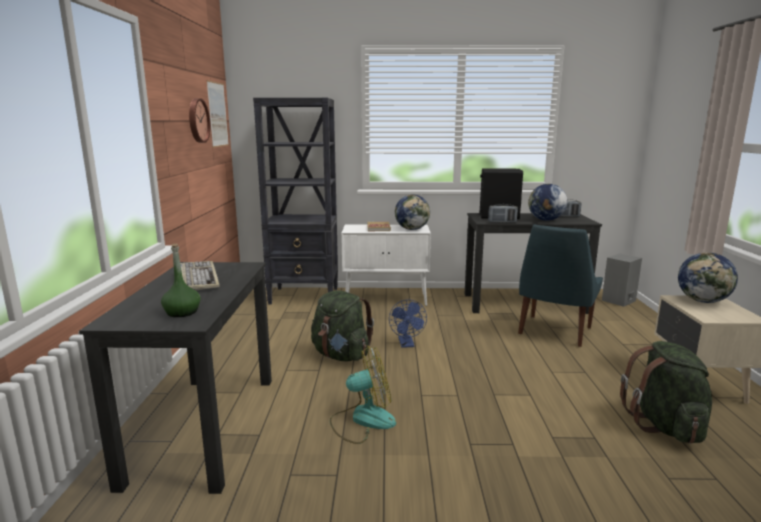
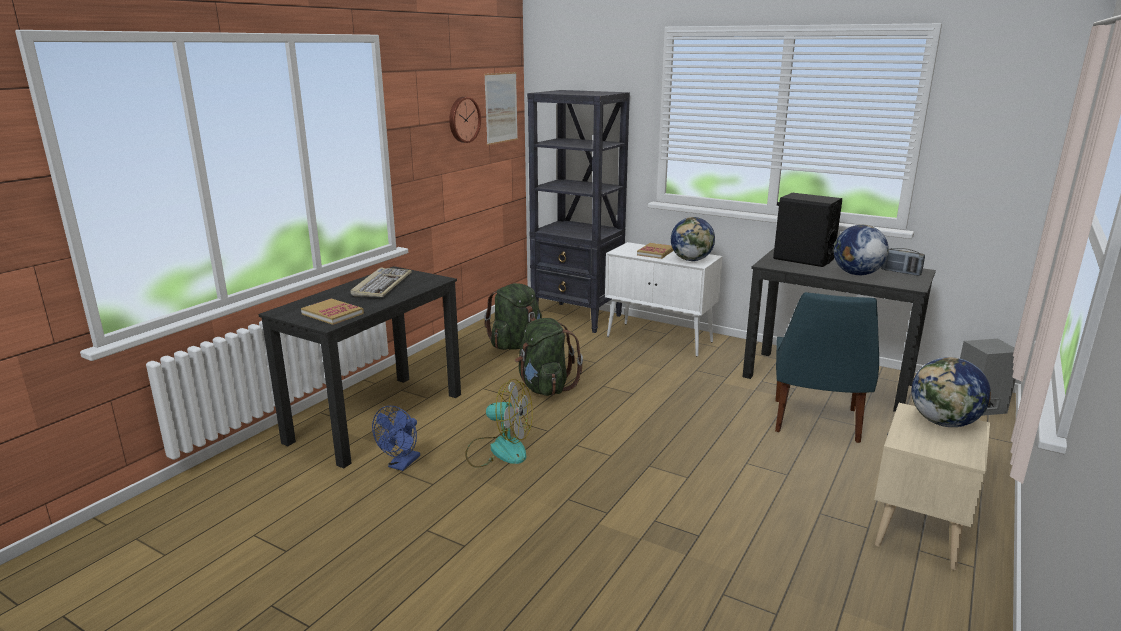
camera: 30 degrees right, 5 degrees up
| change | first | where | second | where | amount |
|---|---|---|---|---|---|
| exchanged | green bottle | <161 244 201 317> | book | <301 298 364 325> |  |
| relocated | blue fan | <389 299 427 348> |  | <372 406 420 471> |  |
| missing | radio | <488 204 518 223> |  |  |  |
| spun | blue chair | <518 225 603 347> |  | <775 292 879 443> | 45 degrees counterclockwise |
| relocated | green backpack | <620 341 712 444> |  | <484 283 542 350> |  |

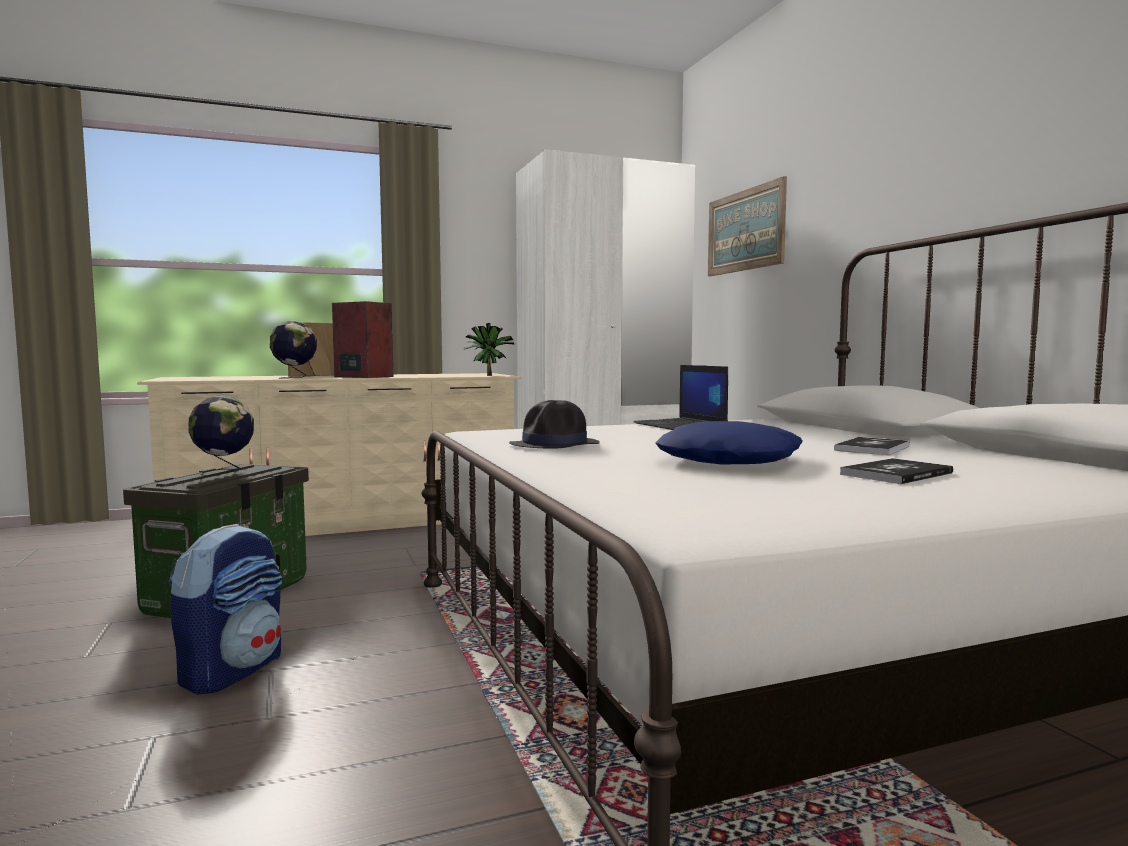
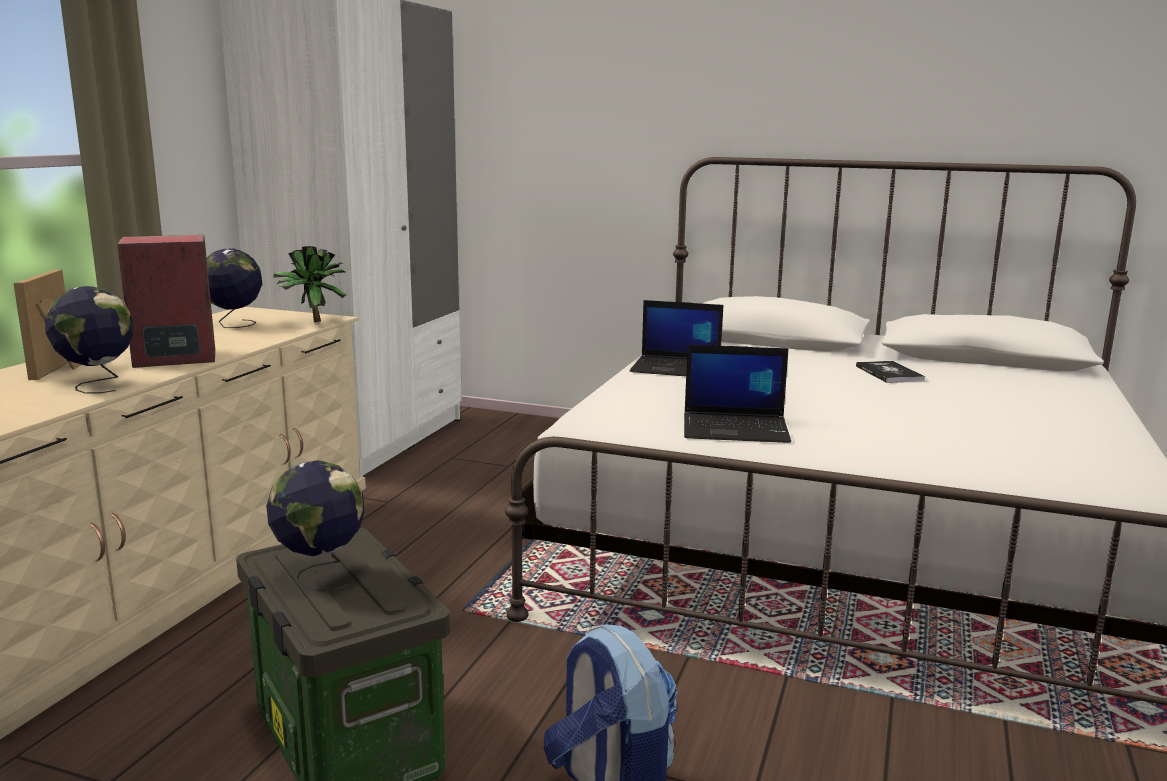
camera: 50 degrees left, 10 degrees up
| change | first | where | second | where | amount |
|---|---|---|---|---|---|
| exchanged | black hat | <509 400 600 449> | laptop | <684 345 791 443> |  |
| missing | blue pillow | <655 421 803 464> |  |  |  |
| missing | picture | <708 176 787 276> |  |  |  |
| missing | book | <840 458 953 484> |  |  |  |
| appeared |  |  | globe | <206 249 262 328> |  |

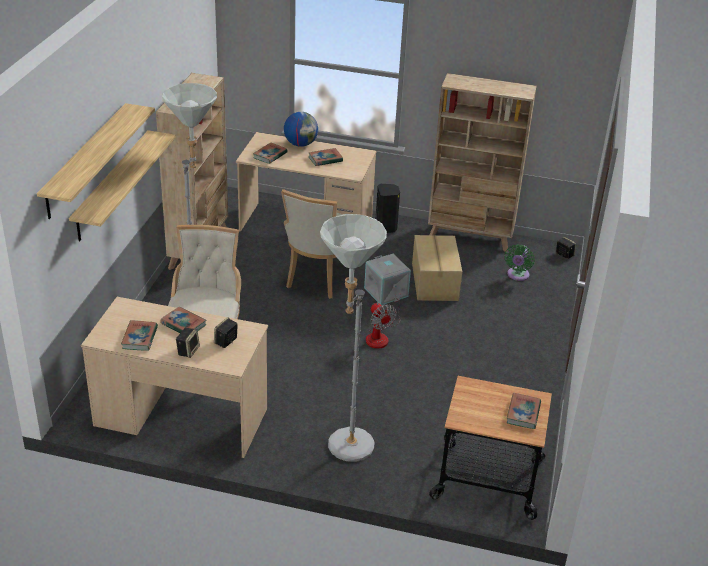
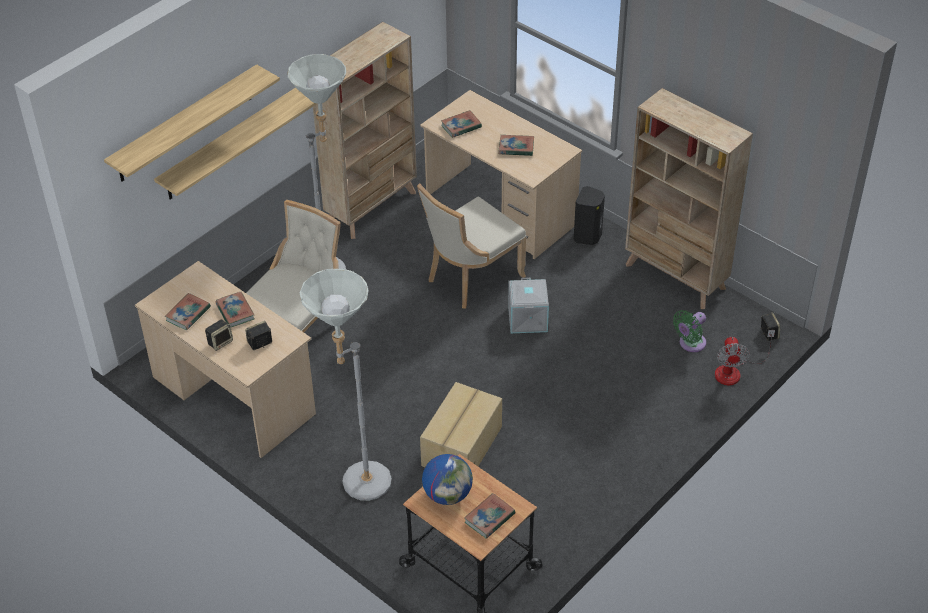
camera: 30 degrees right, 10 degrees up
| change | first | where | second | where | amount |
|---|---|---|---|---|---|
| relocated | globe | <284 112 318 147> |  | <422 454 473 505> |  |
| relocated | fan | <366 294 400 349> |  | <715 330 775 385> |  |
| relocated | cardboard box | <412 235 462 301> |  | <420 382 502 467> |  |

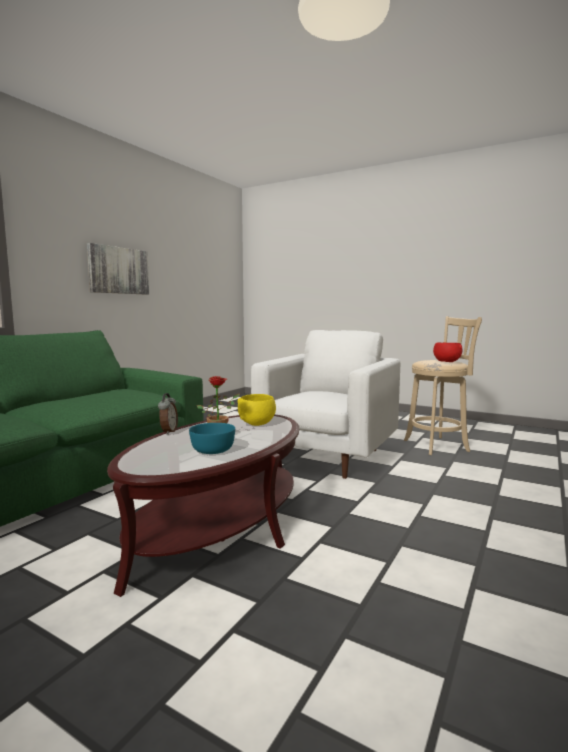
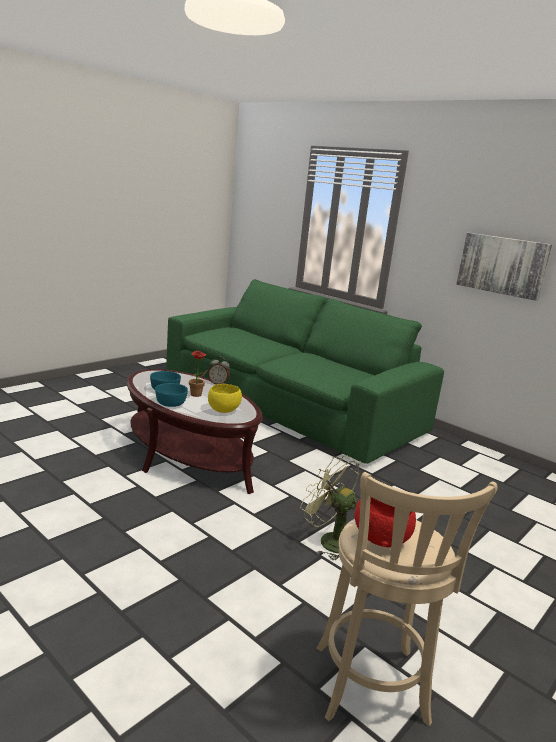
camera: 100 degrees right, 10 degrees up
| change | first | where | second | where | amount |
|---|---|---|---|---|---|
| exchanged | white armchair | <251 330 400 479> | green fan | <300 456 359 560> |  |
| appeared |  |  | turquoise bowl | <155 383 188 407> |  |

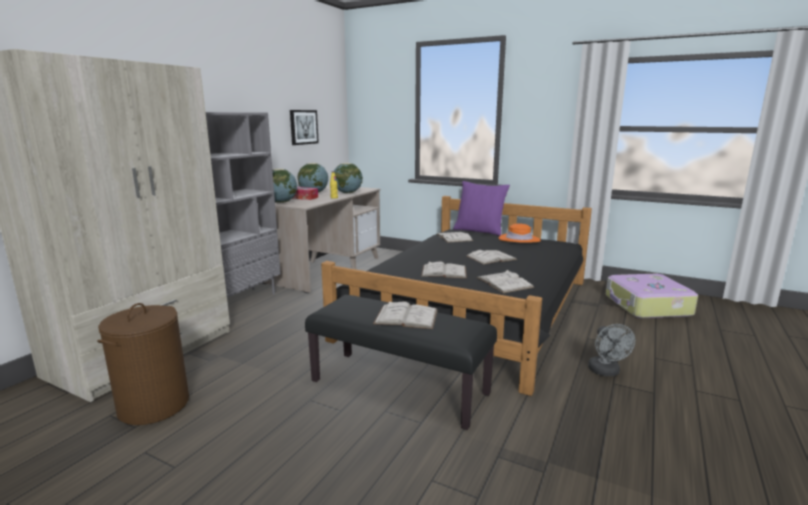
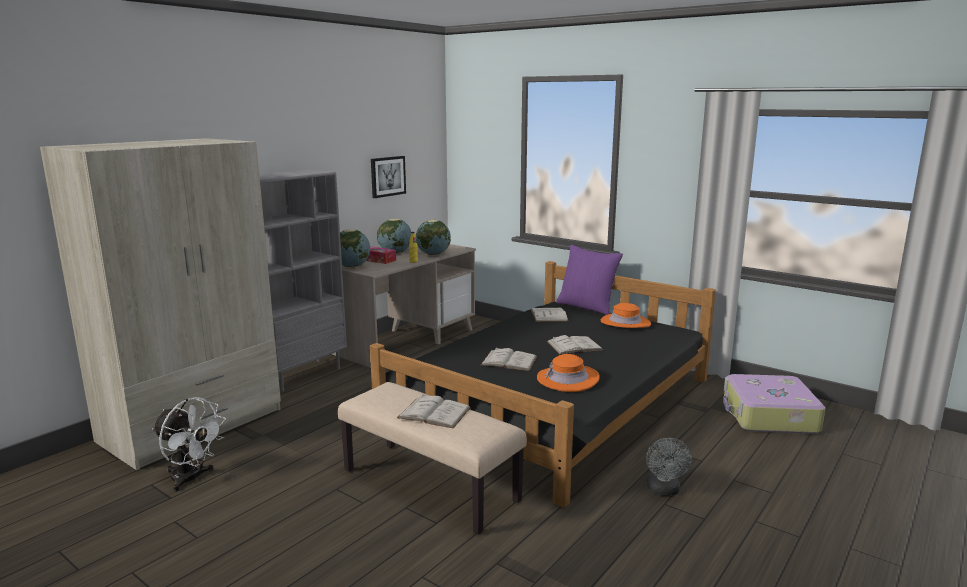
camera: 10 degrees right, 0 degrees up
| change | first | where | second | where | amount |
|---|---|---|---|---|---|
| exchanged | brown laundry basket | <97 303 189 425> | white fan | <152 397 226 492> |  |
| colour | black bench | <305 295 497 430> | beige bench | <338 382 527 535> |  |
| exchanged | white book | <476 270 534 293> | orange hat | <537 354 600 392> |  |

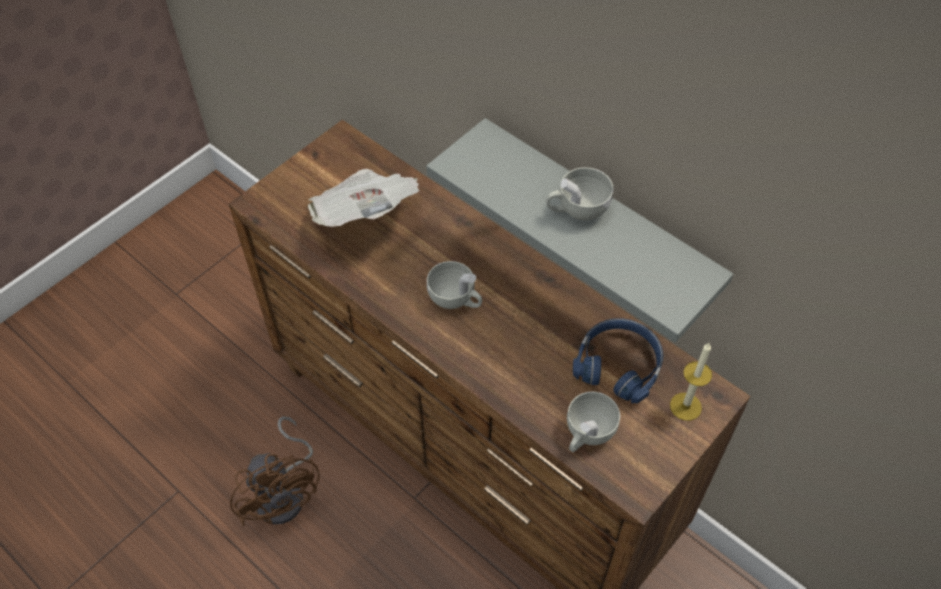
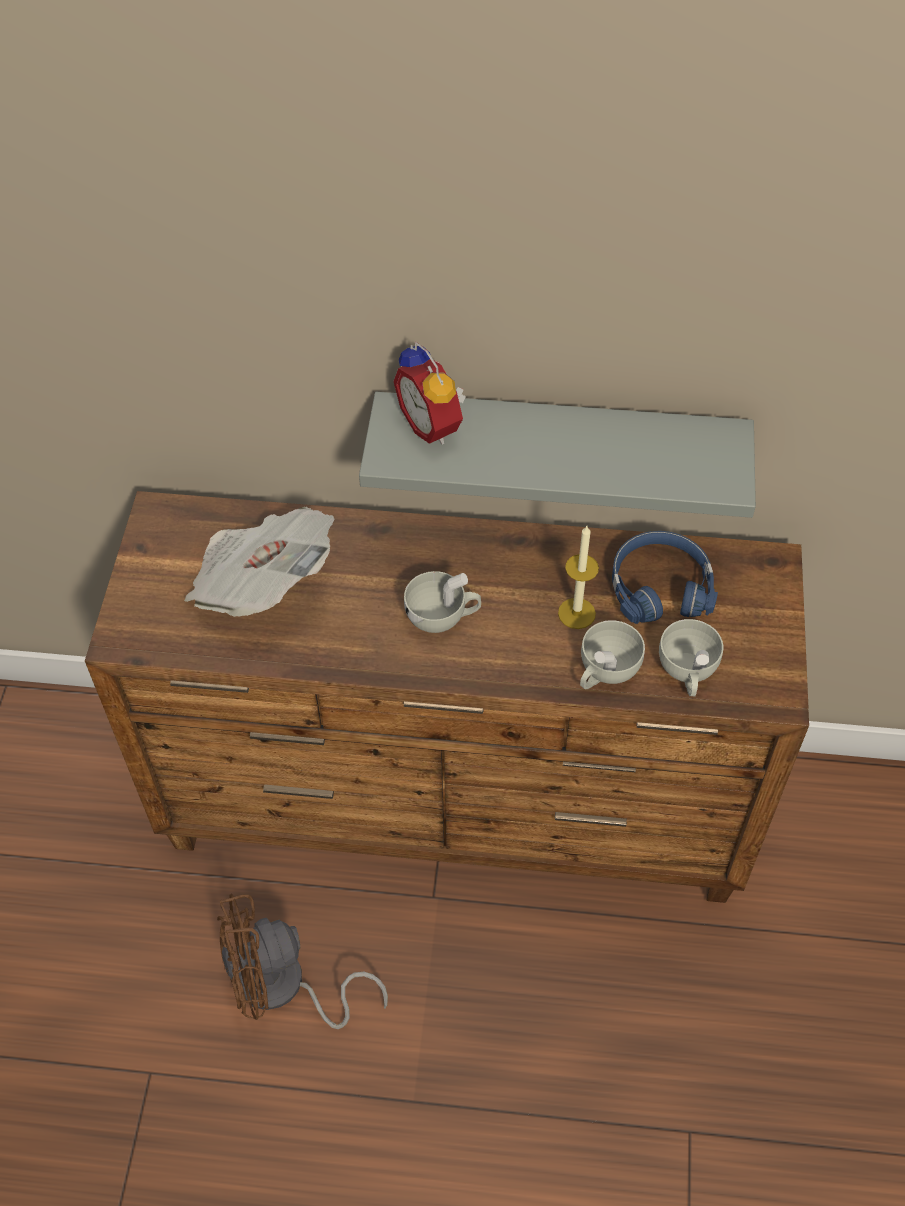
camera: 35 degrees left, 0 degrees up
| change | first | where | second | where | amount |
|---|---|---|---|---|---|
| spun | brown fan | <230 417 320 526> |  | <217 893 388 1029> | 135 degrees clockwise |
| relocated | white cup | <546 168 613 220> |  | <580 620 645 689> |  |
| relocated | candle | <670 343 712 421> |  | <558 526 599 629> |  |
| appeared |  |  | alarm clock | <393 342 466 445> |  |

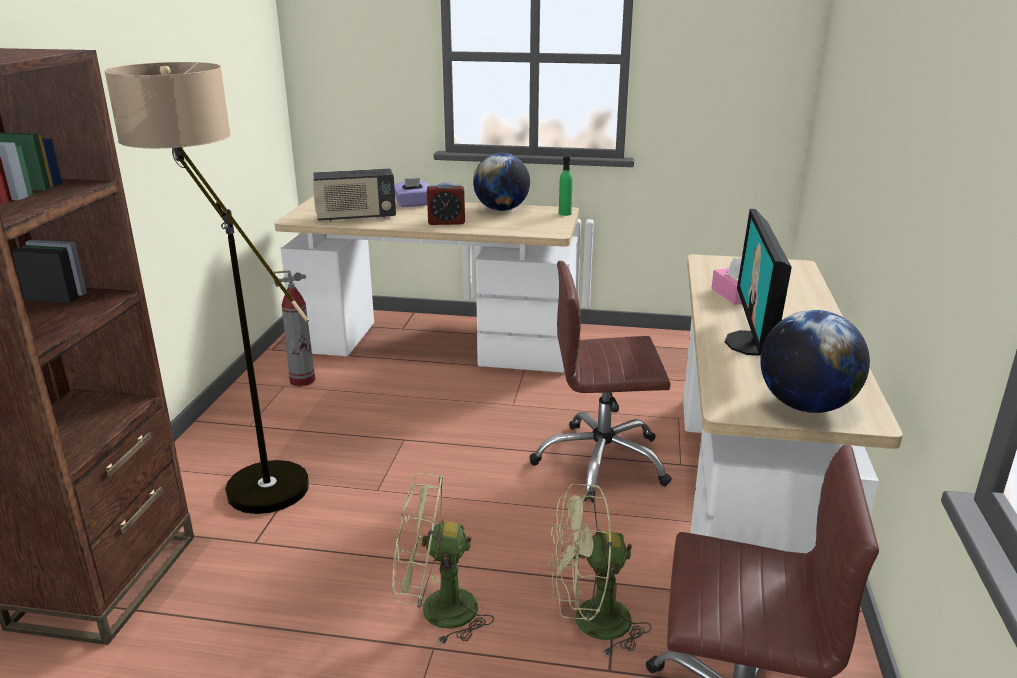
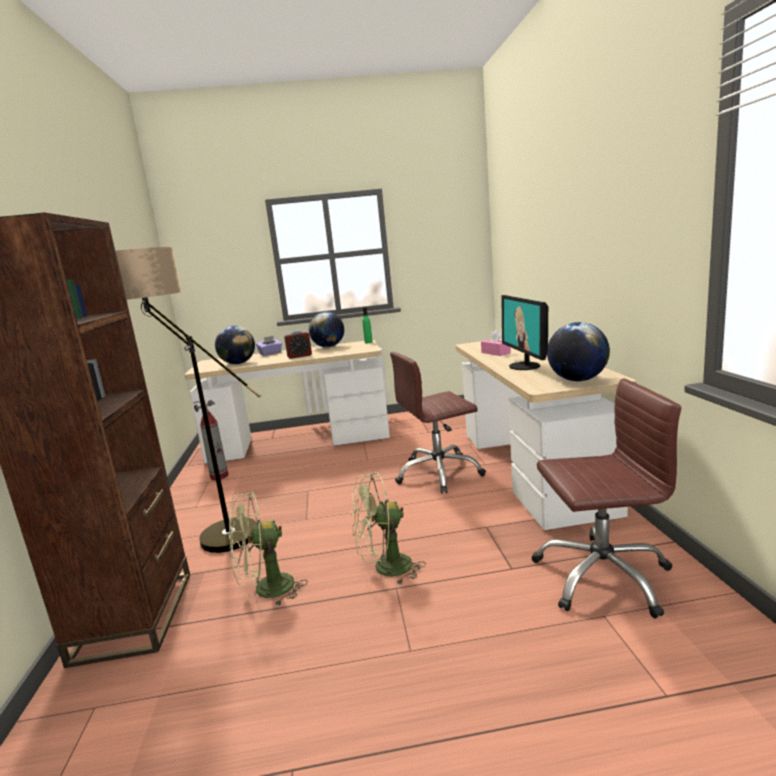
camera: 15 degrees left, 10 degrees down
| change | first | where | second | where | amount |
|---|---|---|---|---|---|
| exchanged | radio | <313 169 396 222> | globe | <215 326 255 364> |  |
| relocated | green fan | <549 484 651 658> |  | <229 492 308 607> |  |

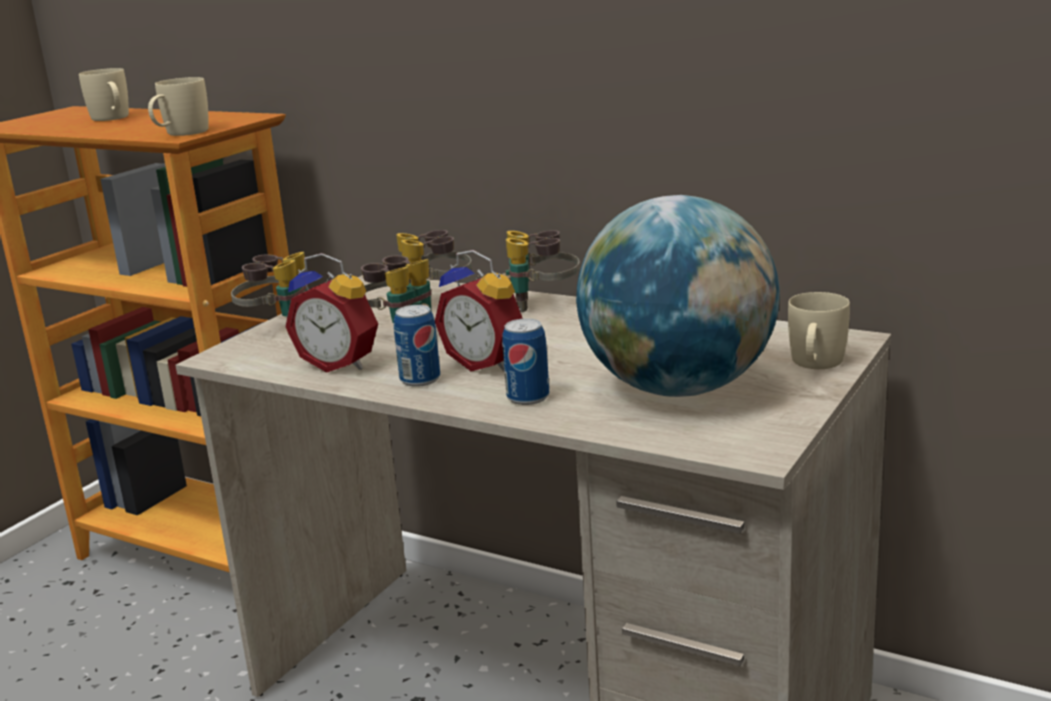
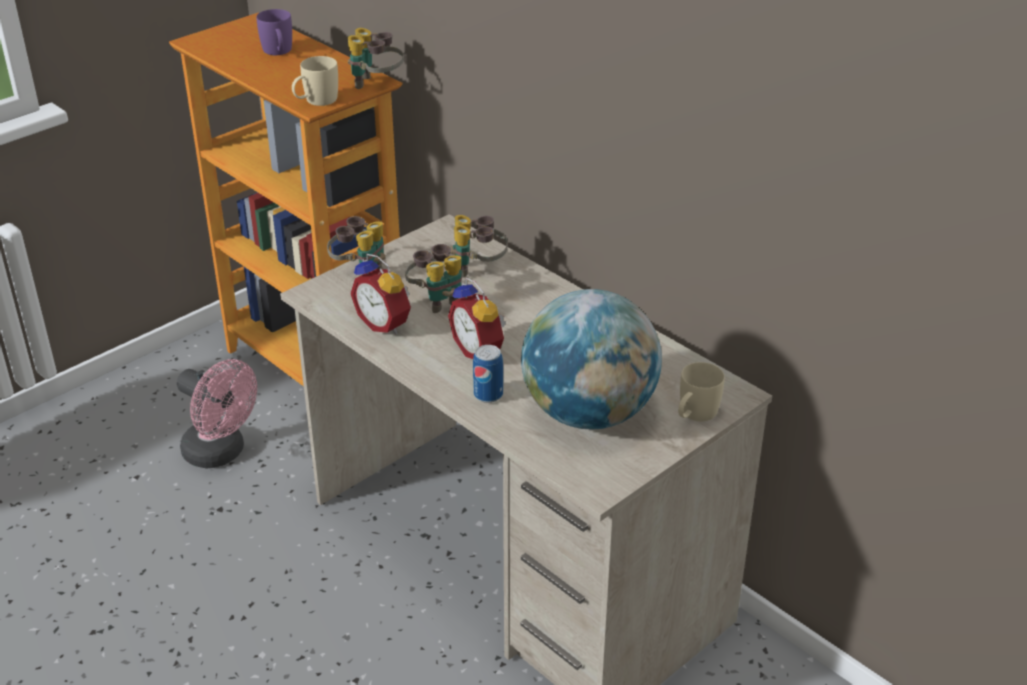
camera: 15 degrees right, 15 degrees up
| change | first | where | second | where | amount |
|---|---|---|---|---|---|
| colour | beige mug | <79 68 129 121> | purple mug | <256 9 292 55> |  |
| missing | can | <394 305 440 387> |  |  |  |
| relocated | binoculars | <502 230 580 313> |  | <348 28 404 89> |  |
| appeared |  |  | pink fan | <177 359 257 468> |  |

